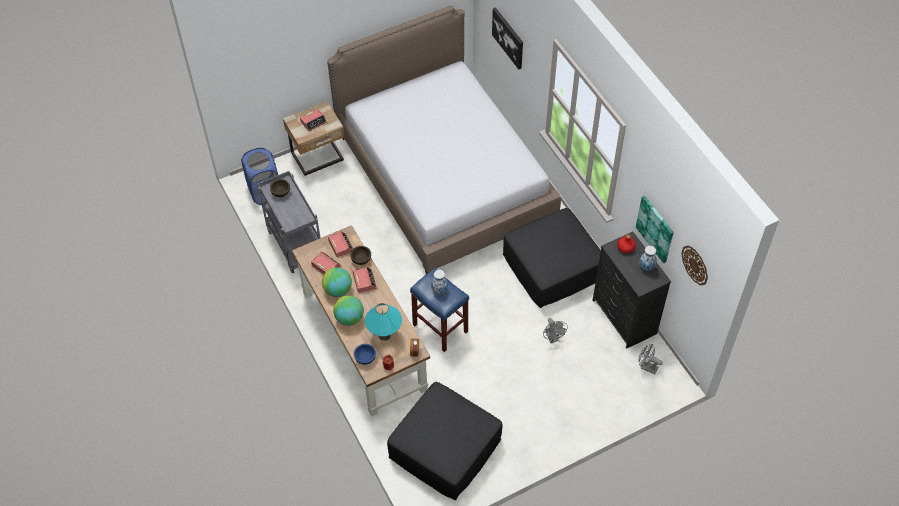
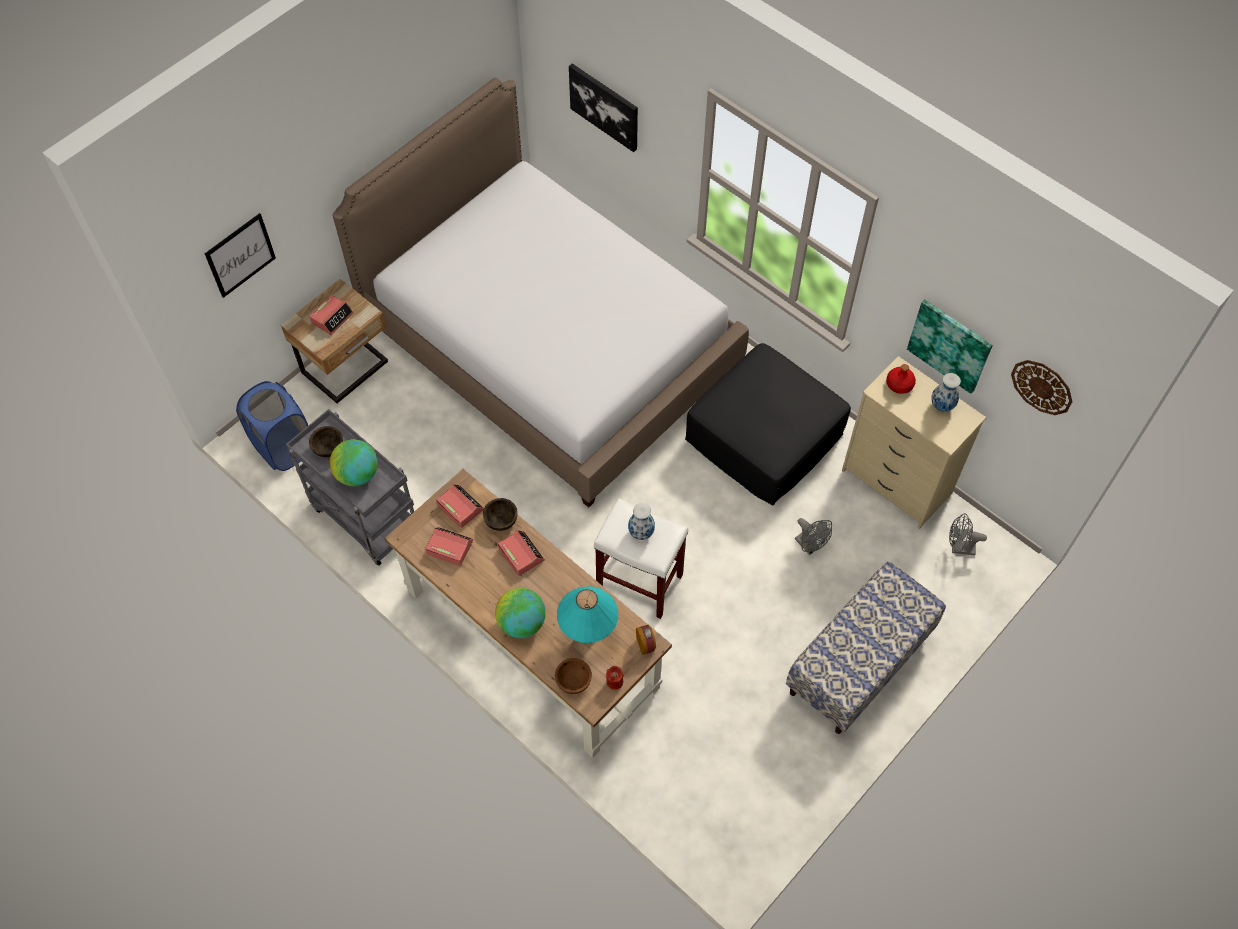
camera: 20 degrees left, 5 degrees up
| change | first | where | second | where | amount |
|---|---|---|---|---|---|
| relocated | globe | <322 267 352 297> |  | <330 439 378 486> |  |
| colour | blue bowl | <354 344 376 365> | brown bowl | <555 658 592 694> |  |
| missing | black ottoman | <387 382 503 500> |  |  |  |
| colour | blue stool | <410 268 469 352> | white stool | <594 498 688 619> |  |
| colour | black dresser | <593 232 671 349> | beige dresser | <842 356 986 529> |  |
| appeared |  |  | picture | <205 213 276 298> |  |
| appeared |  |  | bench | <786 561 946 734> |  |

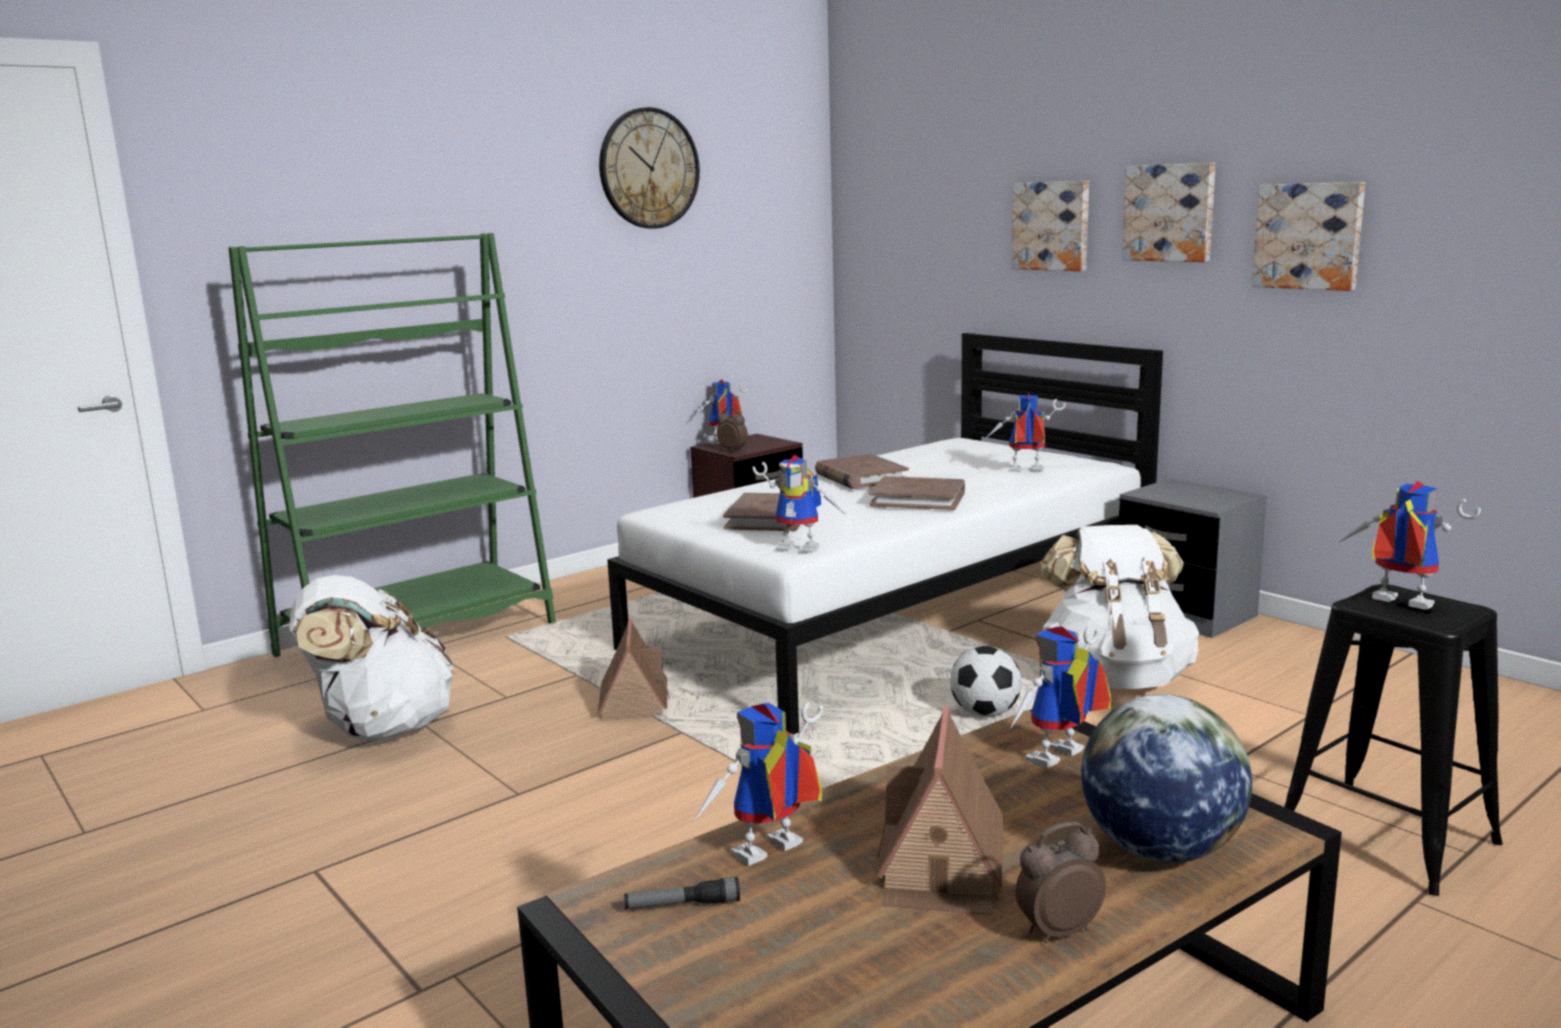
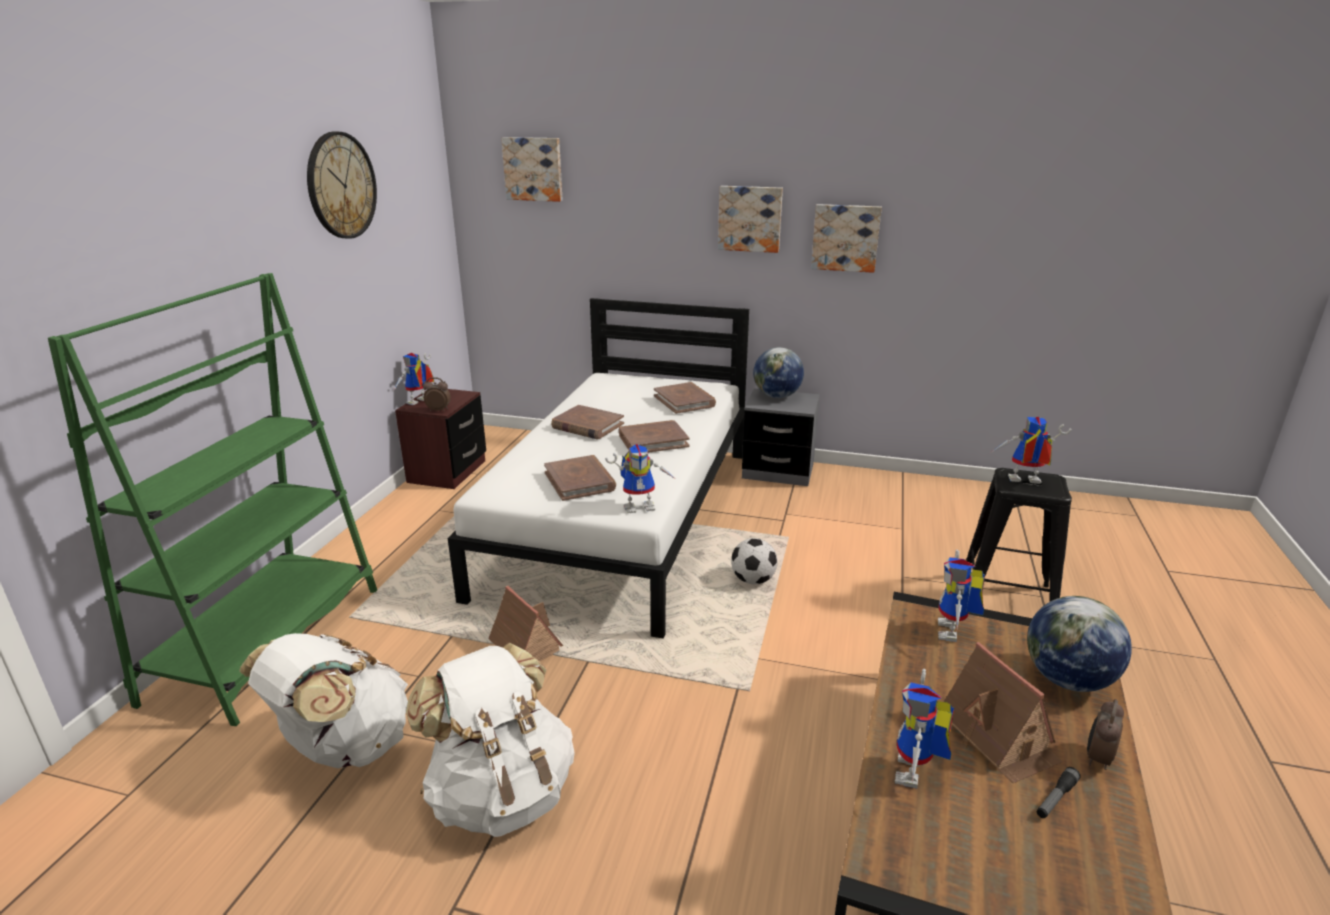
camera: 35 degrees left, 10 degrees up
| change | first | where | second | where | amount |
|---|---|---|---|---|---|
| relocated | flashlight | <624 877 740 909> |  | <1037 767 1081 818> |  |
| exchanged | toy robot | <985 393 1066 470> | brown book | <654 382 716 414> |  |
| relocated | picture | <1012 181 1089 271> |  | <501 137 563 202> |  |
| relocated | white backpack | <1041 525 1199 689> |  | <406 643 575 837> |  |
| appeared |  |  | globe | <753 347 804 398> |  |

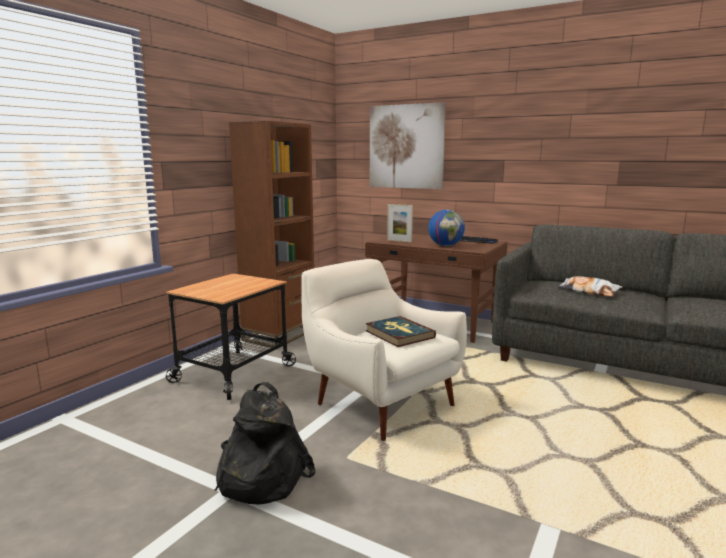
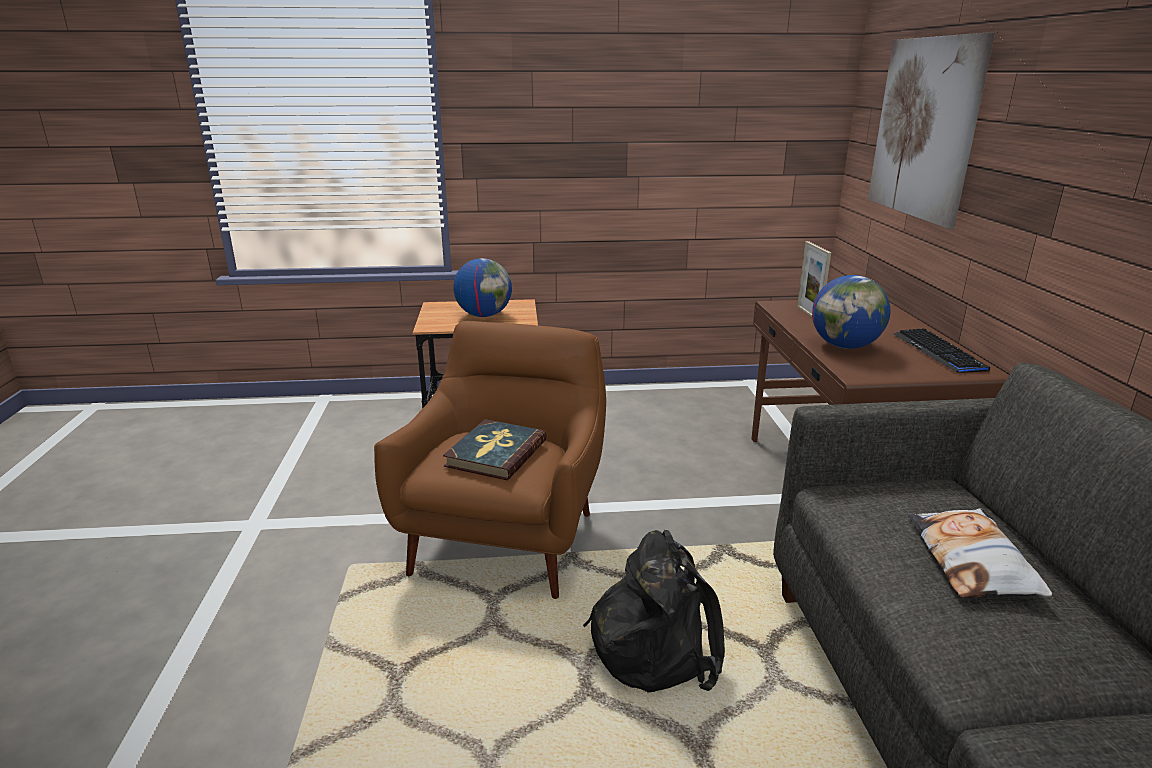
camera: 55 degrees right, 10 degrees up
| change | first | where | second | where | amount |
|---|---|---|---|---|---|
| relocated | black backpack | <215 382 316 505> |  | <583 530 725 693> |  |
| missing | brown bookcase | <229 121 314 348> |  |  |  |
| colour | white armchair | <301 259 467 441> | brown armchair | <374 321 606 599> |  |
| appeared |  |  | globe | <453 258 512 317> |  |

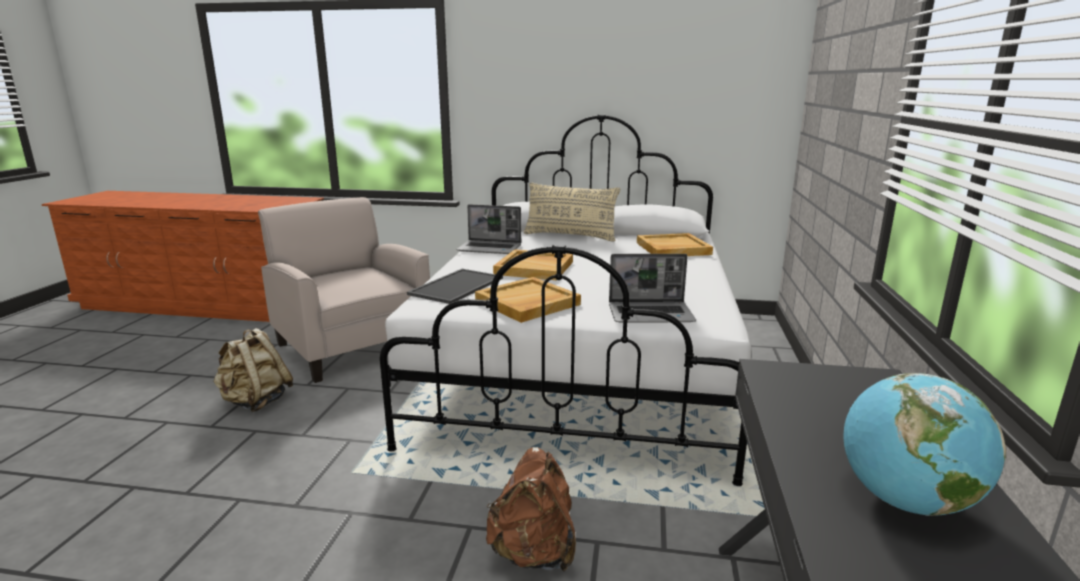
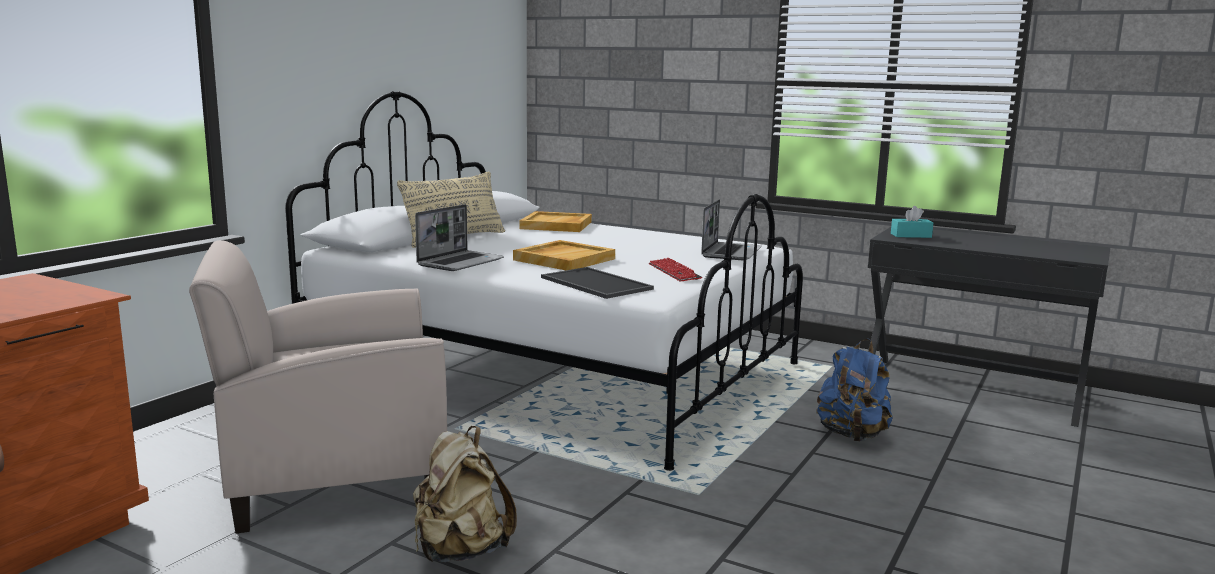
camera: 70 degrees left, 5 degrees down
| change | first | where | second | where | amount |
|---|---|---|---|---|---|
| exchanged | beige tray | <475 277 581 323> | keyboard | <649 258 702 282> |  |
| colour | brown backpack | <486 447 576 571> | blue backpack | <816 339 893 441> |  |
| missing | globe | <843 373 1006 516> |  |  |  |
| appeared |  |  | turquoise tissue box | <891 206 933 238> |  |

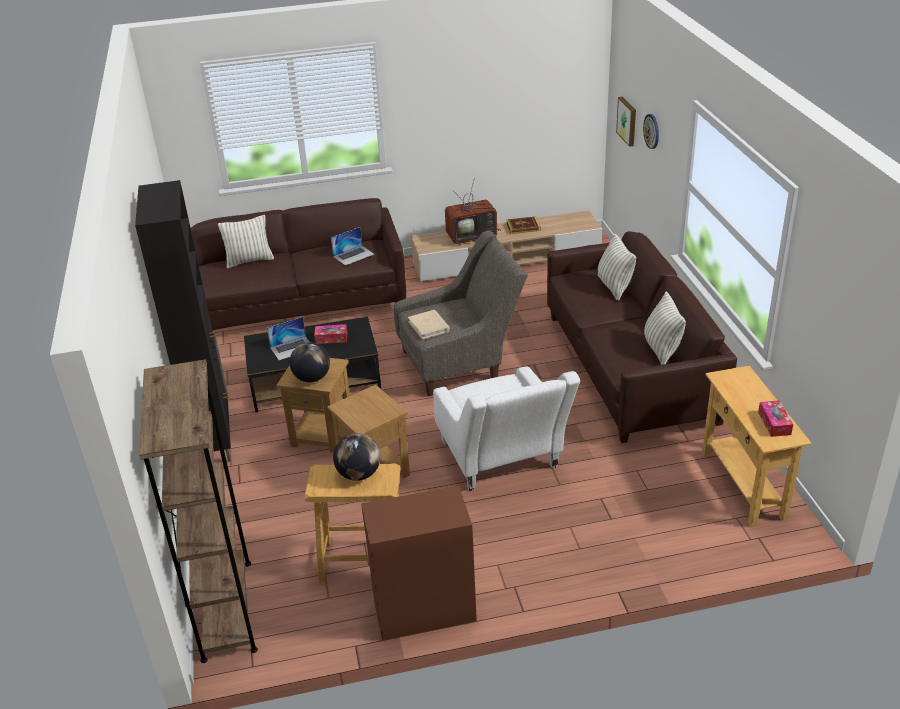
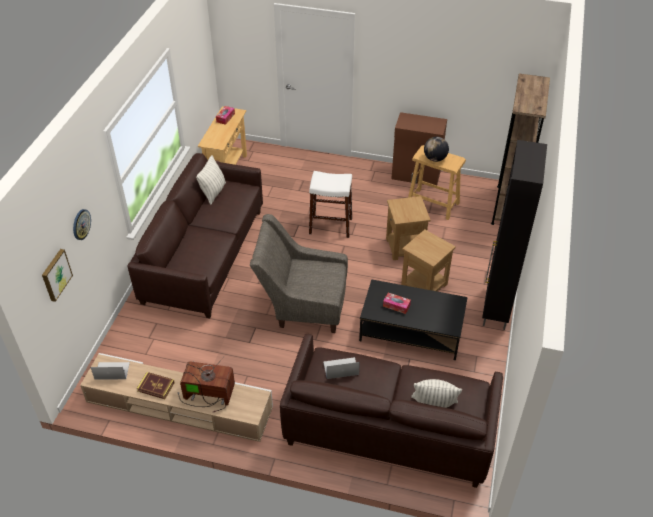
camera: 155 degrees left, 10 degrees up
| change | first | where | second | where | amount |
|---|---|---|---|---|---|
| relocated | laptop | <267 317 309 360> |  | <90 362 130 380> |  |
| missing | globe | <289 342 330 382> |  |  |  |
| missing | beige book | <408 310 450 340> |  |  |  |
| exchanged | white armchair | <433 366 580 491> | white stool | <309 171 352 238> |  |
| missing | pillow | <598 234 636 301> |  |  |  |

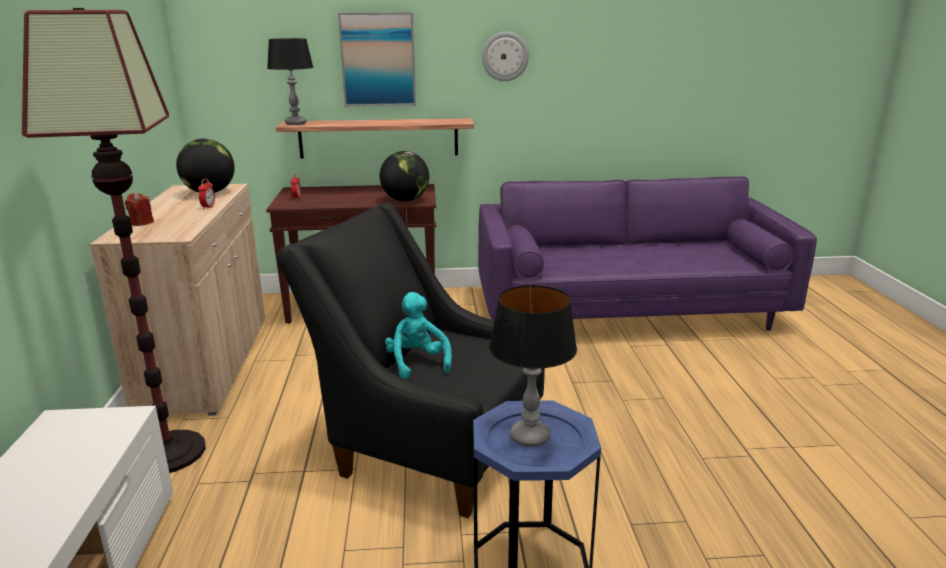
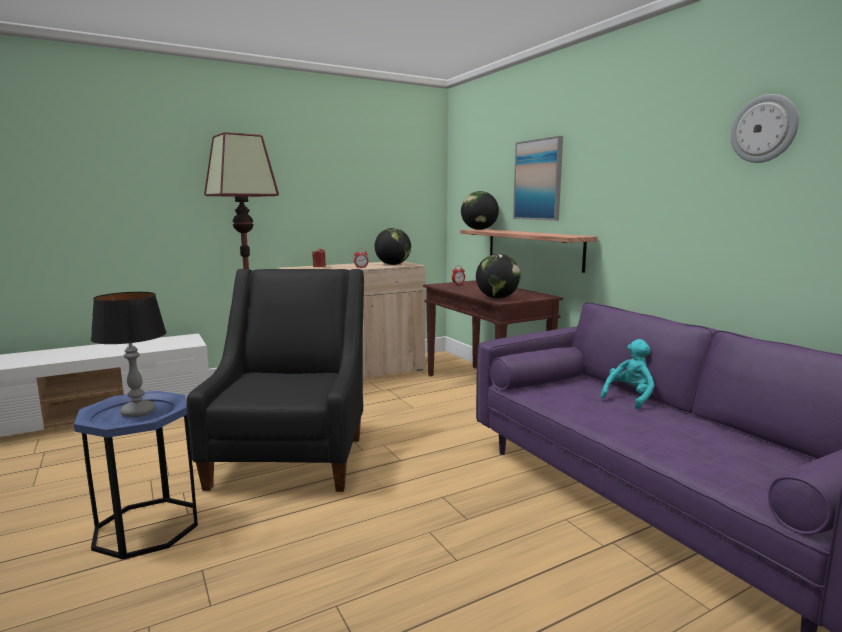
camera: 65 degrees right, 10 degrees down
| change | first | where | second | where | amount |
|---|---|---|---|---|---|
| exchanged | table lamp | <267 38 314 125> | globe | <461 191 499 230> |  |
| relocated | turquoise plush toy | <385 292 452 379> |  | <600 339 655 409> |  |
| relocated | wall clock | <482 32 529 81> |  | <731 94 799 163> |  |

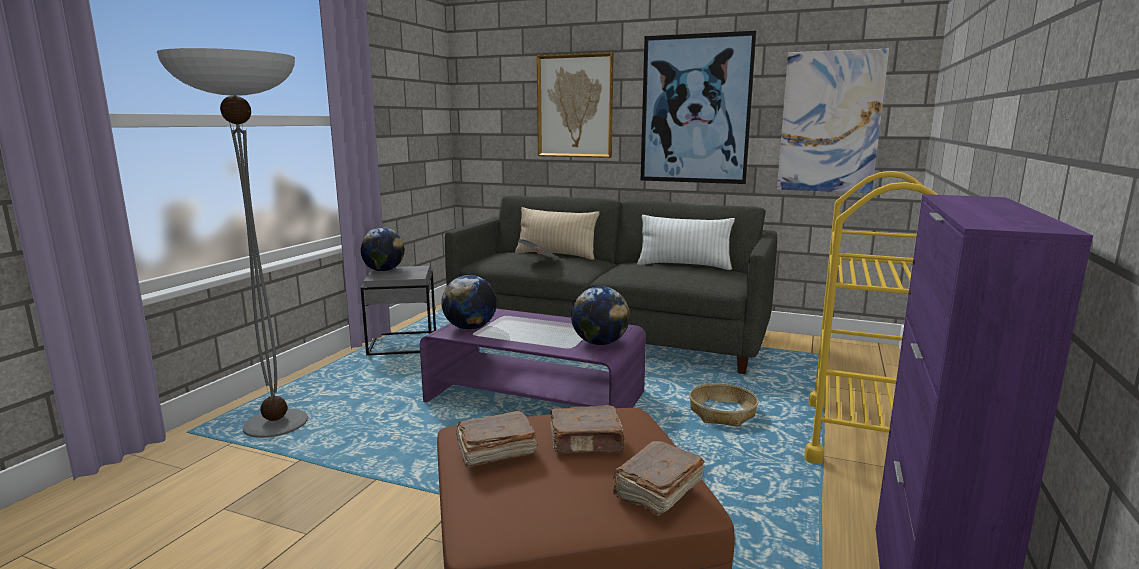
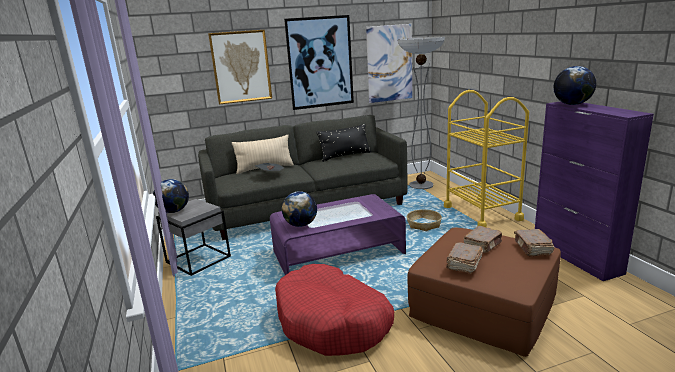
camera: 40 degrees left, 5 degrees up
| change | first | where | second | where | amount |
|---|---|---|---|---|---|
| relocated | floor lamp | <157 48 308 438> |  | <398 37 445 190> |  |
| relocated | globe | <571 286 630 345> |  | <553 66 596 105> |  |
| colour | white pillow | <637 215 735 270> | black pillow | <317 123 371 162> |  |
| appeared |  |  | red dog bed | <275 264 394 356> |  |

